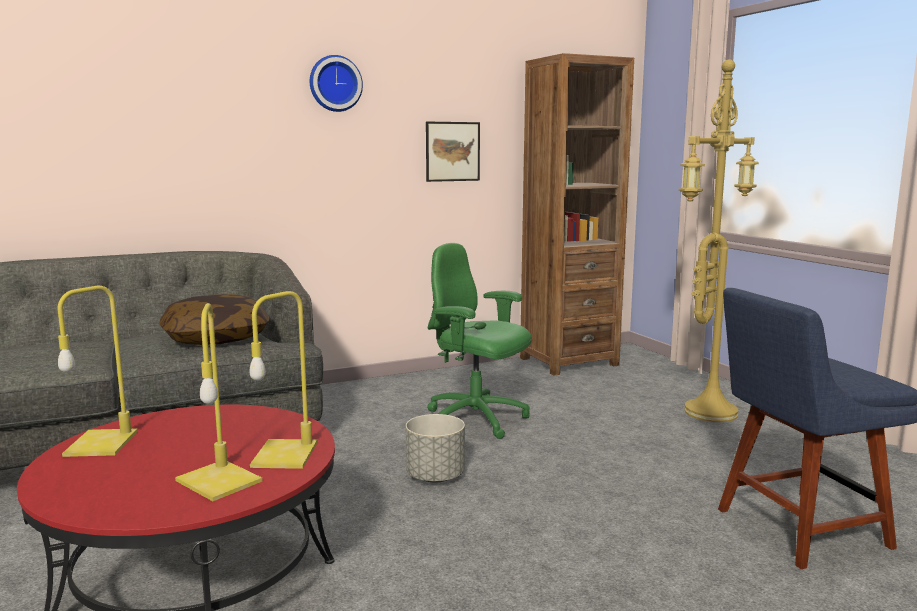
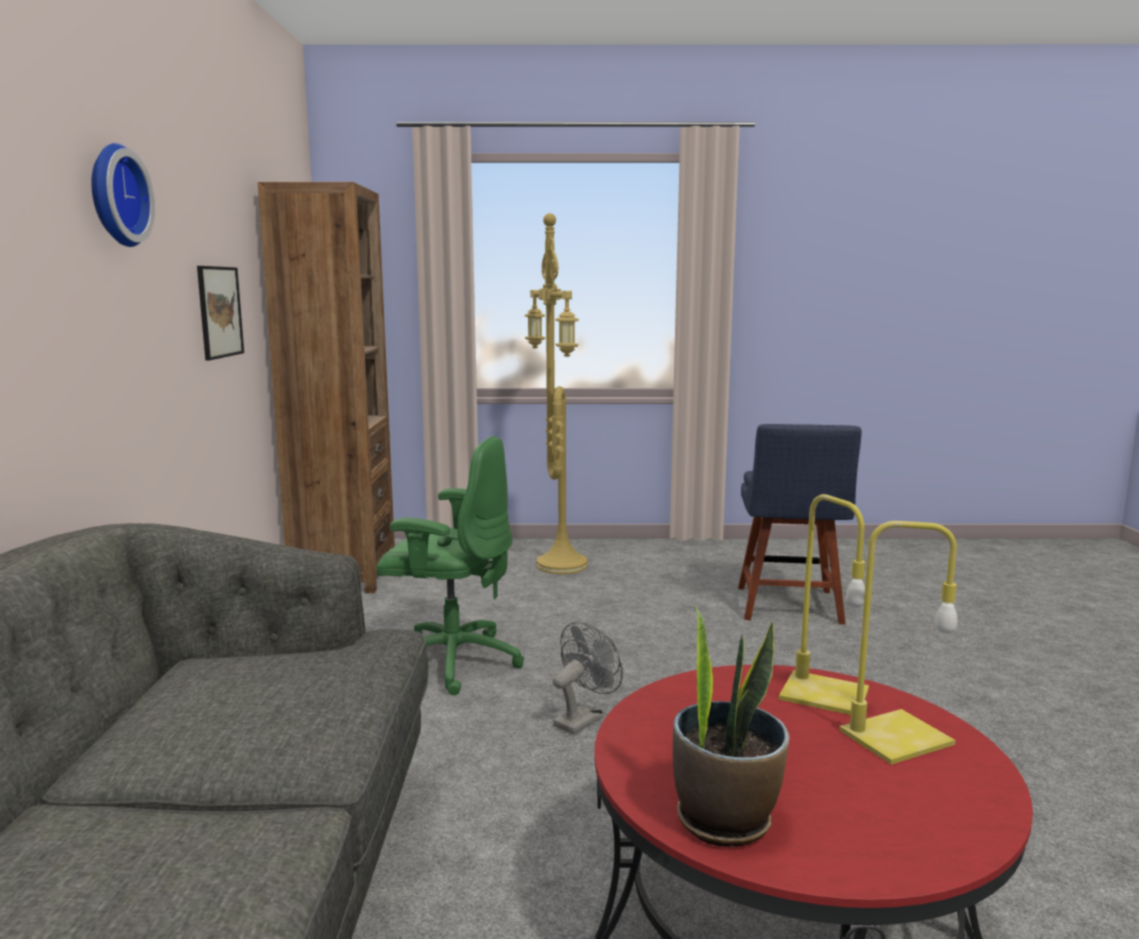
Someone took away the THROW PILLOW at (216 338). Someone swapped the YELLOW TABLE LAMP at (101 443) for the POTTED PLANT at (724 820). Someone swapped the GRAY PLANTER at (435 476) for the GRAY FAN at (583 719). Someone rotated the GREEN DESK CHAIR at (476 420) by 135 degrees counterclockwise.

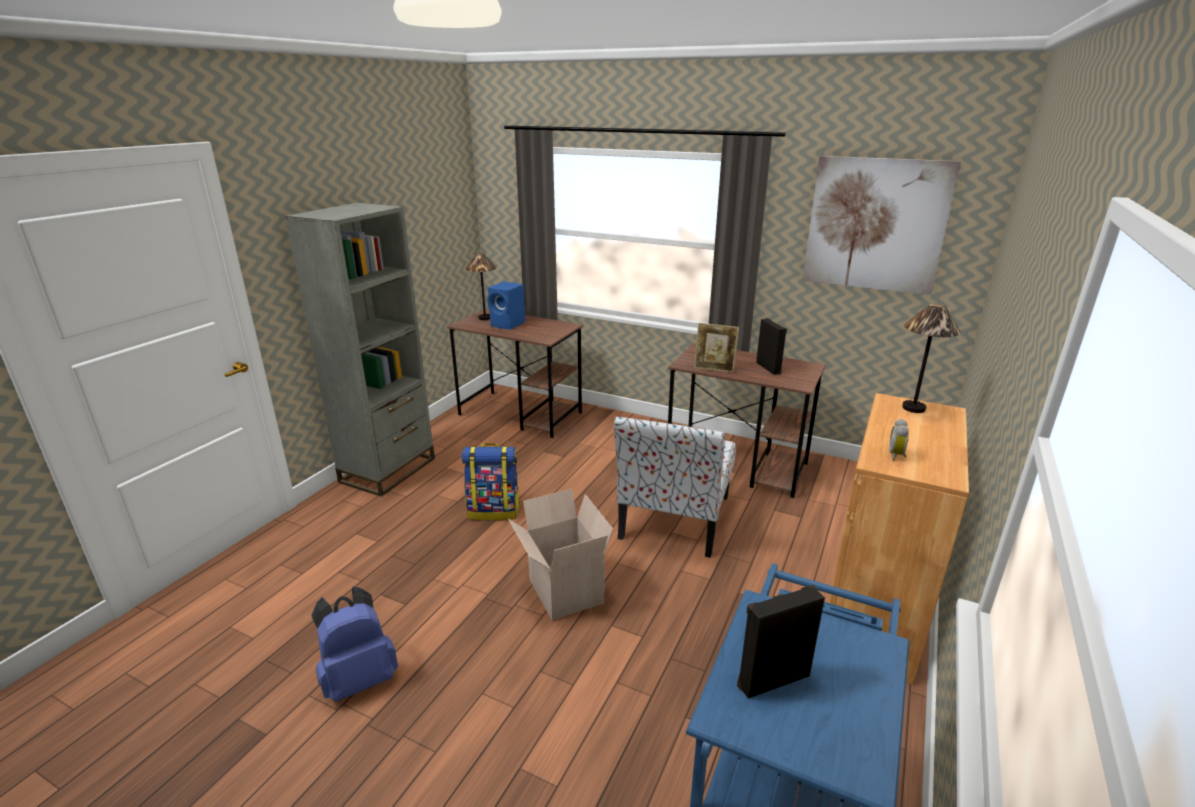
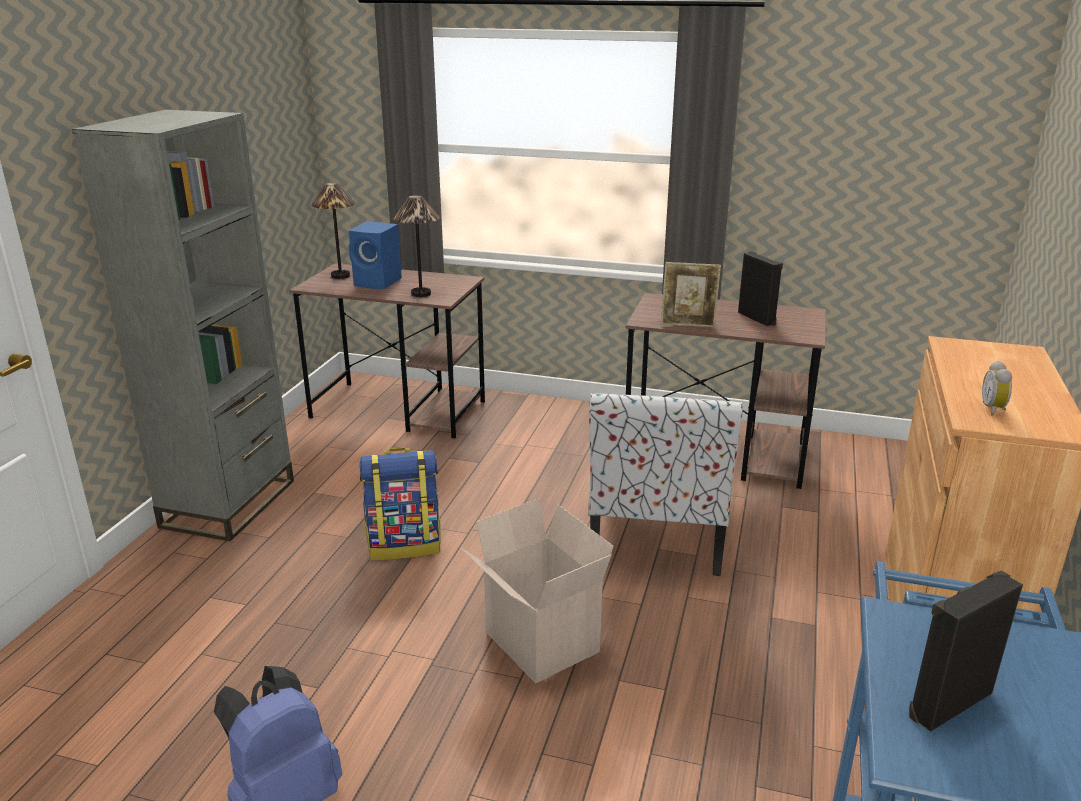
Someone took away the PICTURE at (875 225). Someone carried the TABLE LAMP from (913 408) to (420 293).

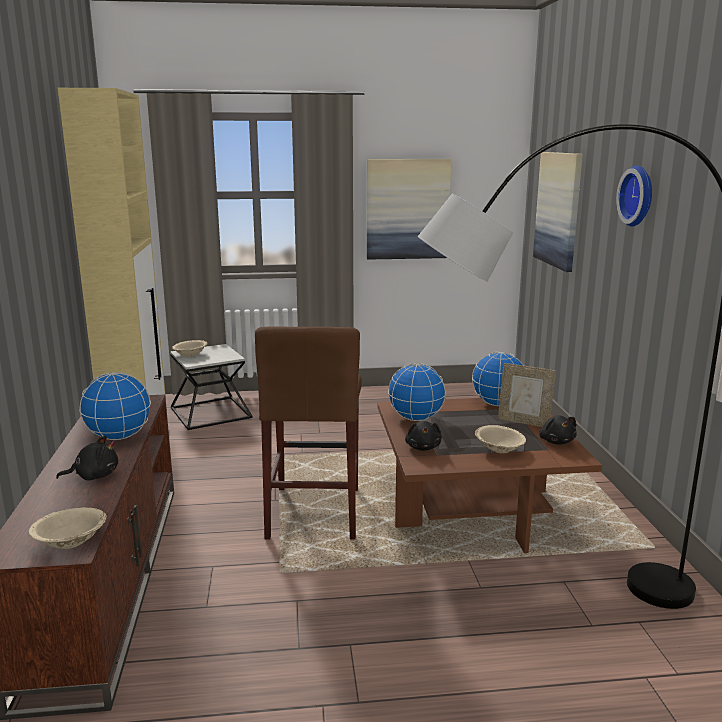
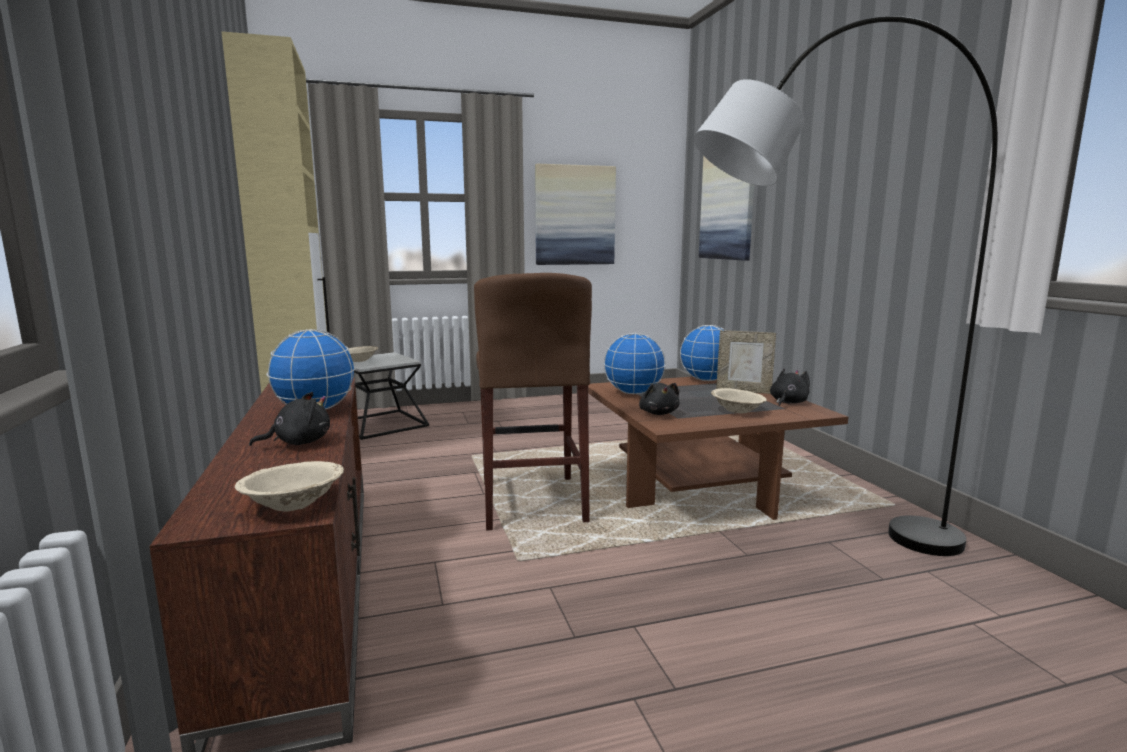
Someone took away the CLOCK ON THE WALL at (639 196). Someone rotated the BLACK-COLOURED PLUSH TOY at (556 441) by 120 degrees counterclockwise.

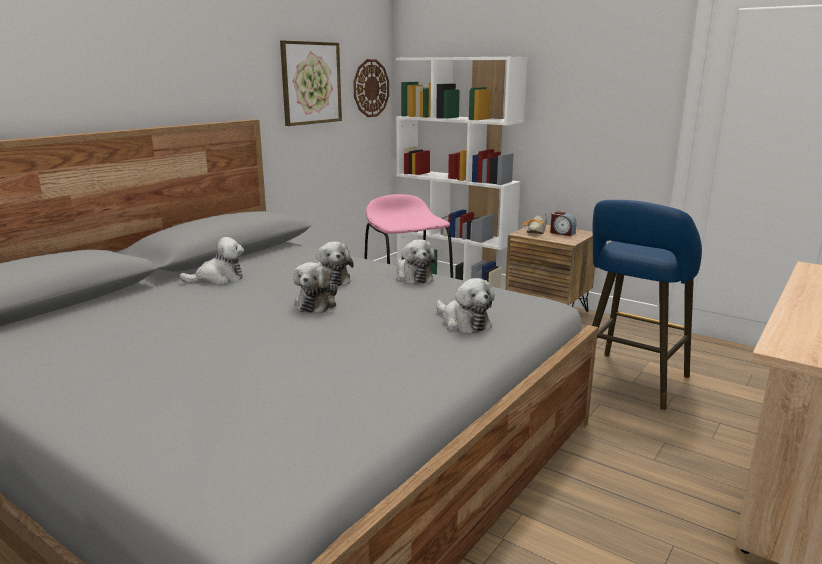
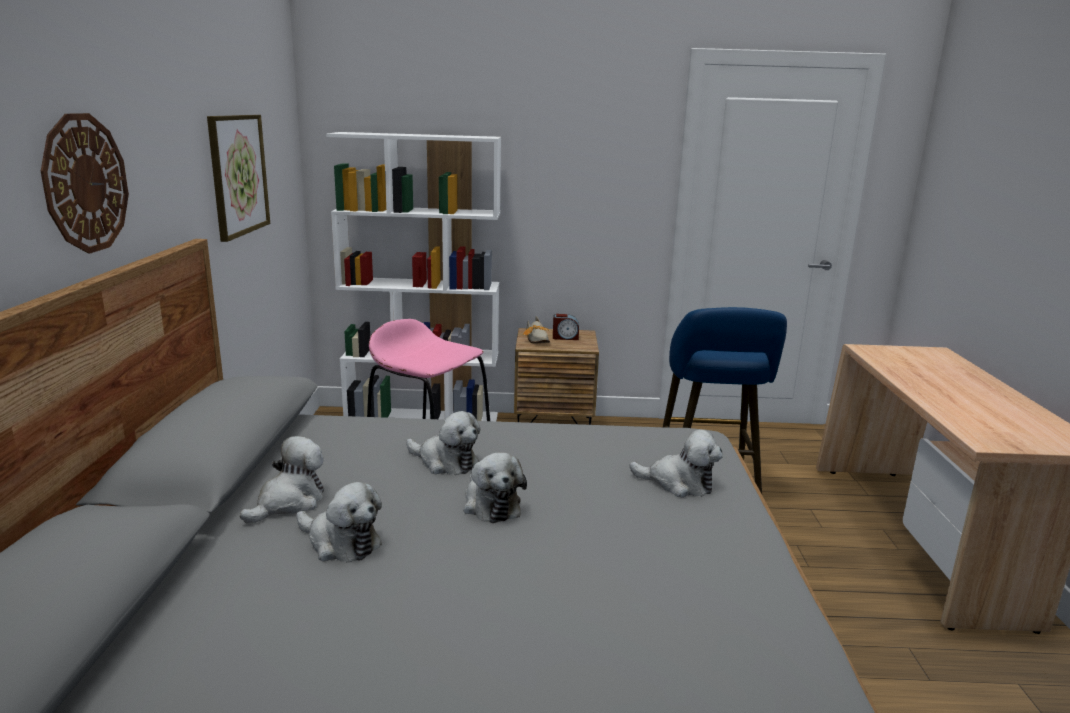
Someone carried the CLOCK ON THE WALL from (370 88) to (85 183). Someone carried the PLUSH TOY from (413 277) to (341 543).

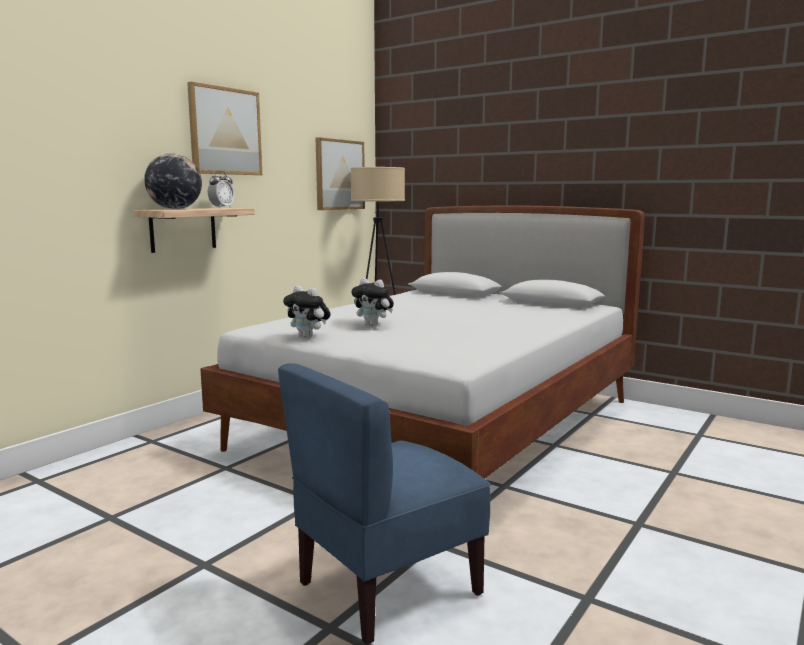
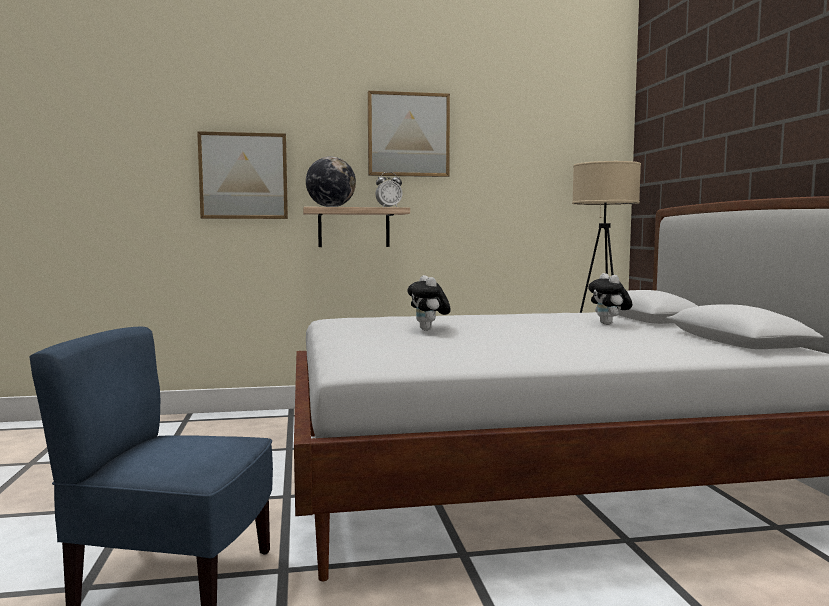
Someone carried the PLUSH TOY from (308 337) to (609 324). Someone carried the PICTURE from (339 175) to (243 176).

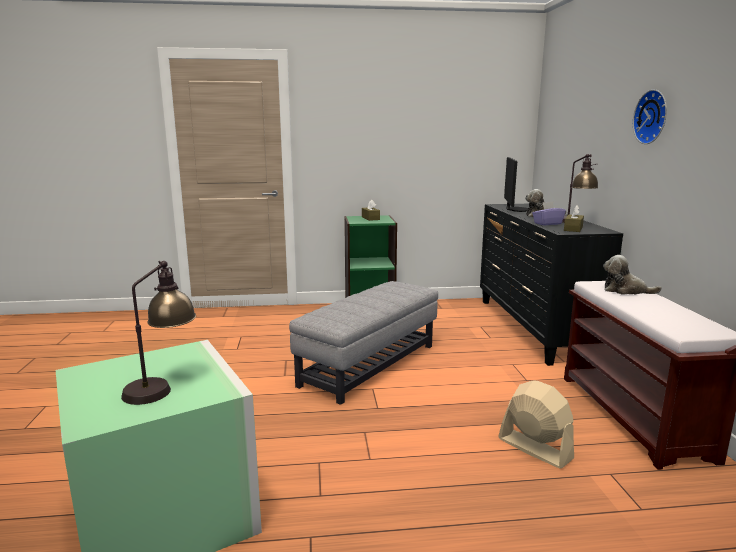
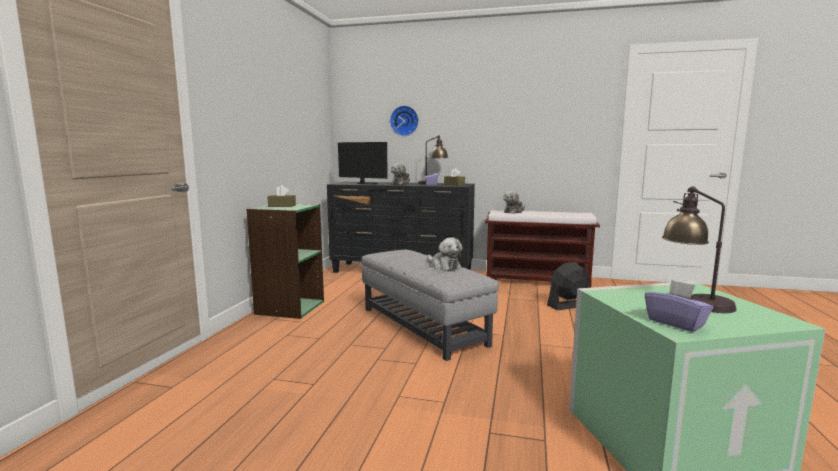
Someone put down the PLUSH TOY at (444 266). Someone put down the PURPLISH TISSUE BOX at (676 323). Someone carried the CLOCK ON THE WALL from (653 117) to (404 121). Someone repainted the BEIGE-COLOURED FAN at (534 448), which became the BLACK-COLOURED FAN at (569 305).

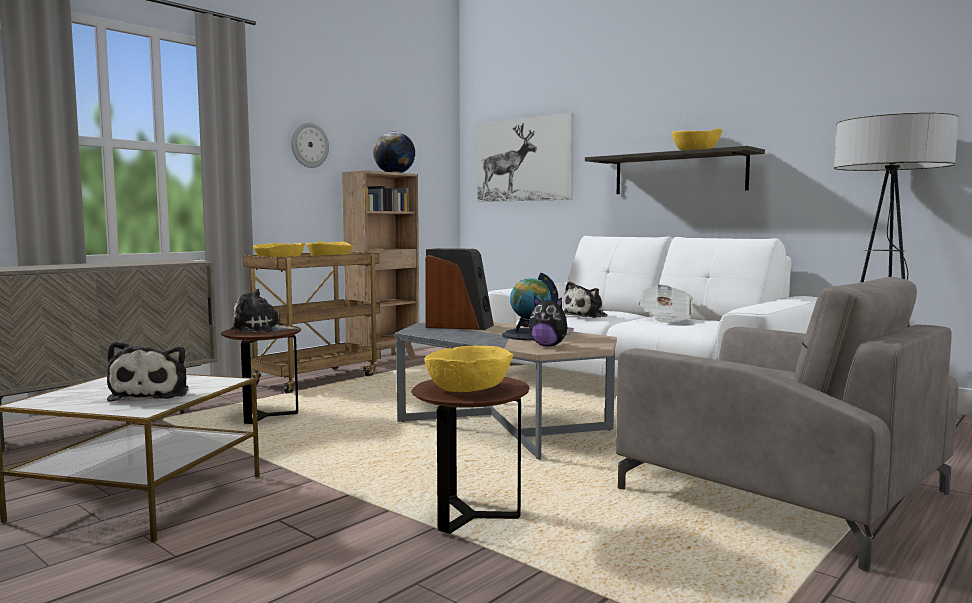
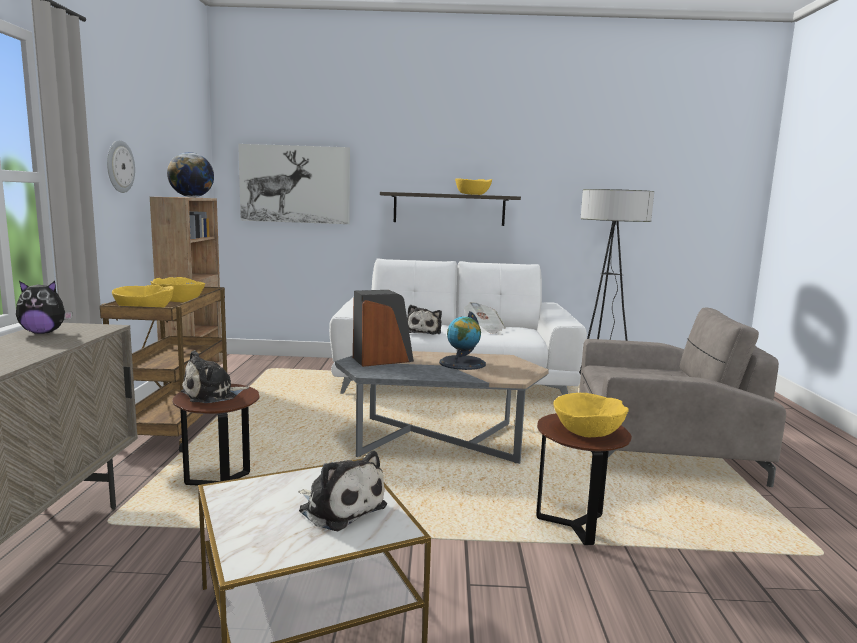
Someone carried the PLUSH TOY from (548 346) to (44 333).

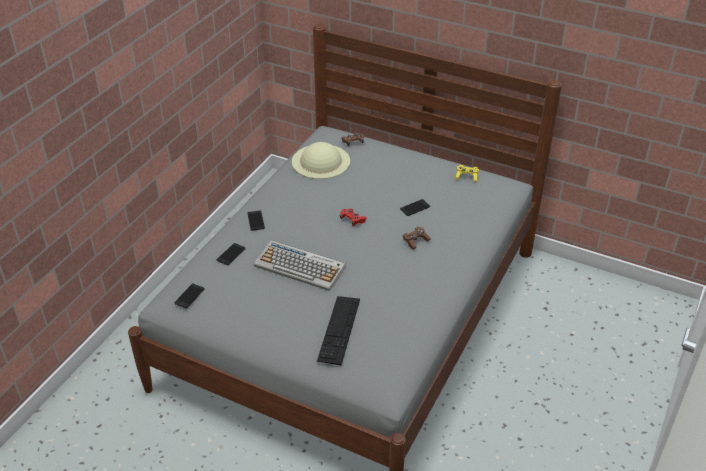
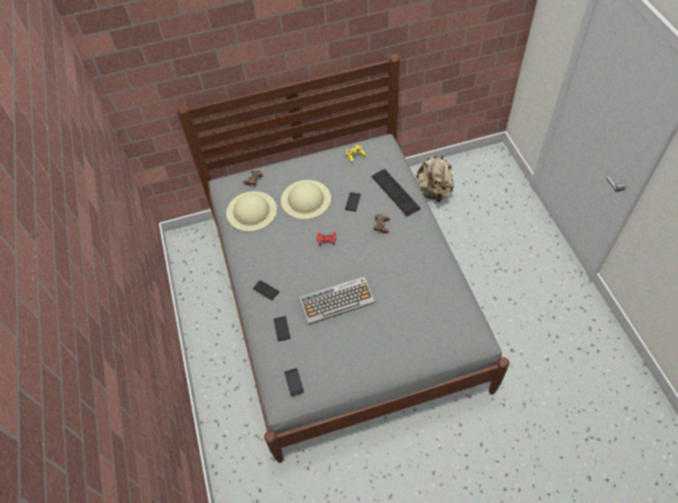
Someone put down the BEIGE-COLOURED CLOTHING HAT at (305 199). Someone put down the BEIGE-COLOURED BACKPACK at (433 192). Someone carried the PC KEYBOARD from (339 329) to (395 192).

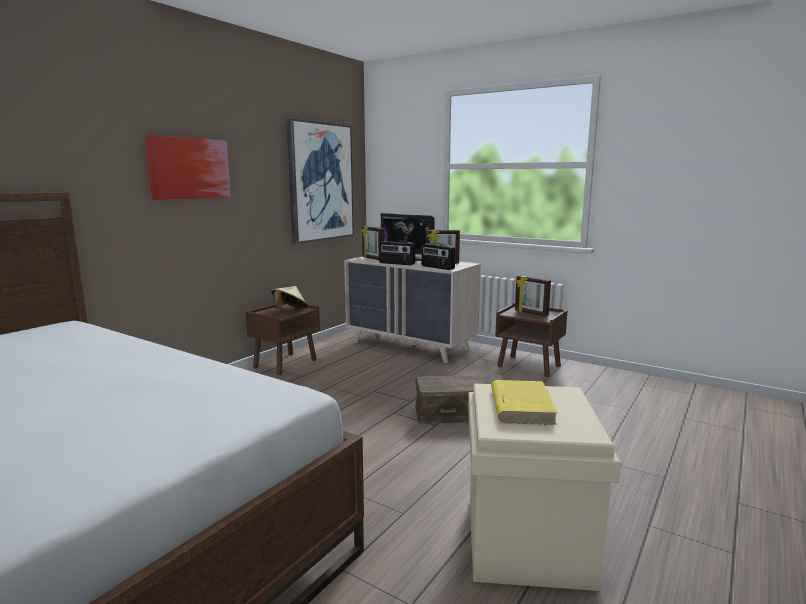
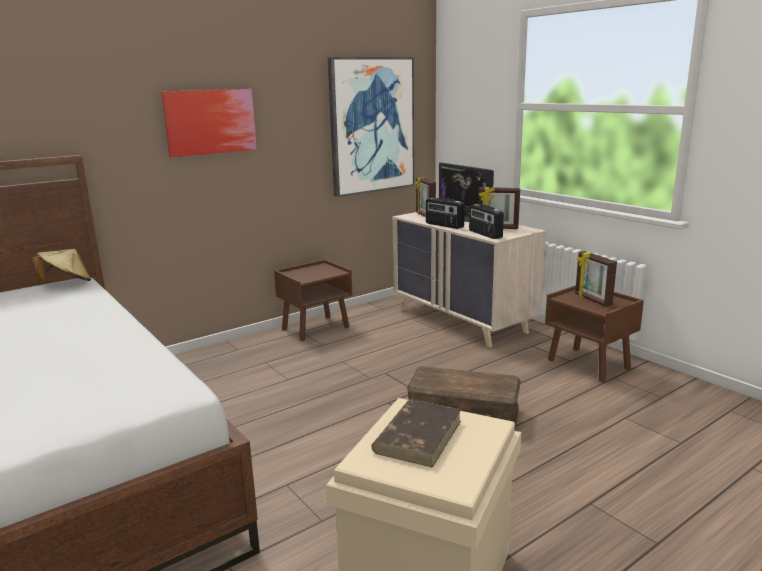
Someone carried the BEIGE-COLOURED CLOTHING HAT from (289 311) to (67 283). Someone repainted the YELLOW BOOK at (521 406), which became the BROWNISH BOOK at (418 436).

